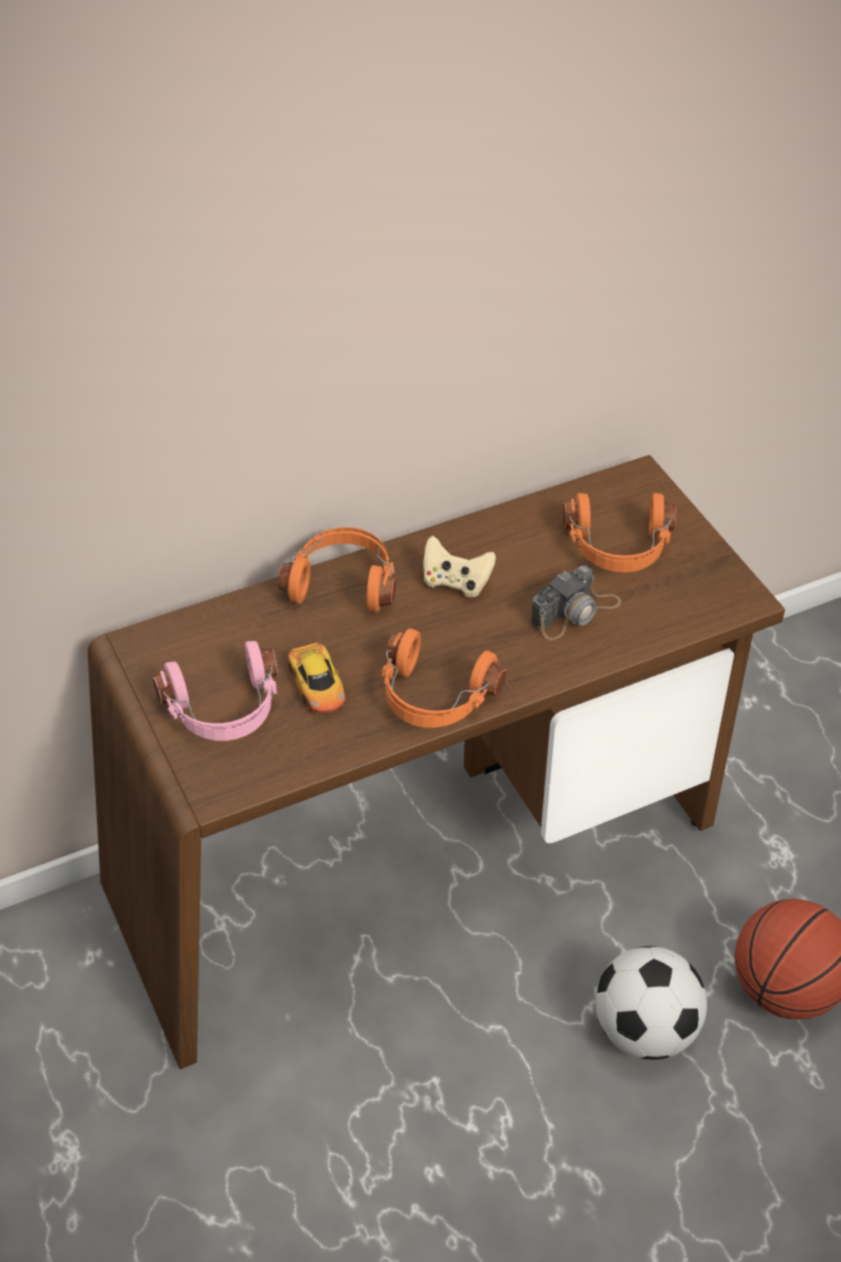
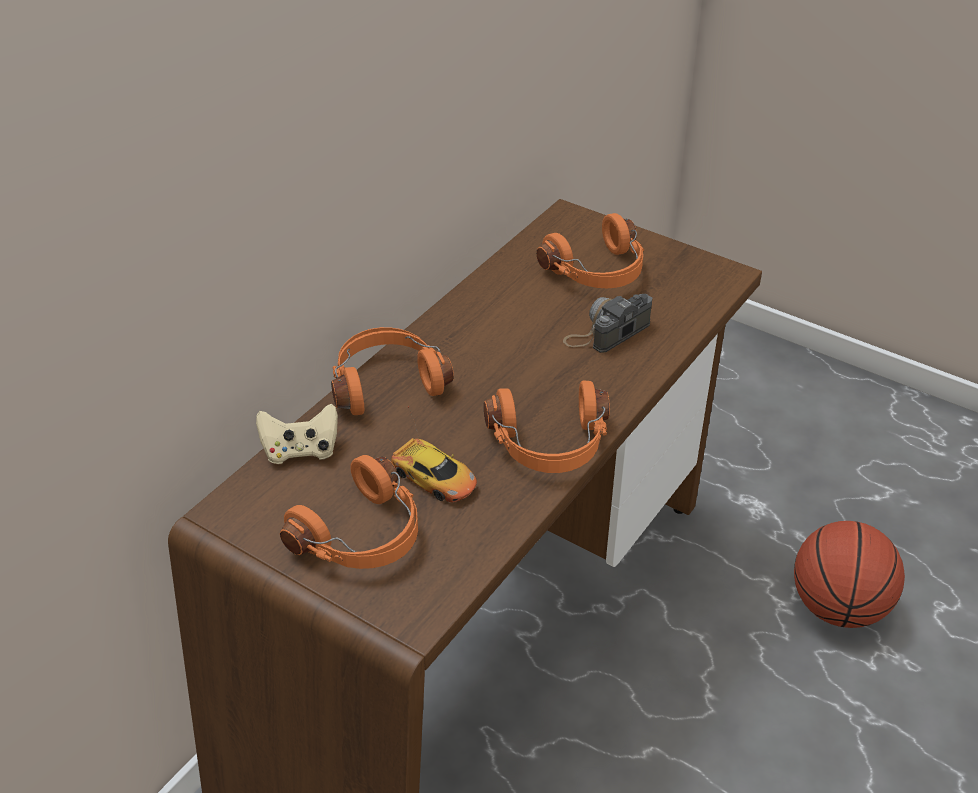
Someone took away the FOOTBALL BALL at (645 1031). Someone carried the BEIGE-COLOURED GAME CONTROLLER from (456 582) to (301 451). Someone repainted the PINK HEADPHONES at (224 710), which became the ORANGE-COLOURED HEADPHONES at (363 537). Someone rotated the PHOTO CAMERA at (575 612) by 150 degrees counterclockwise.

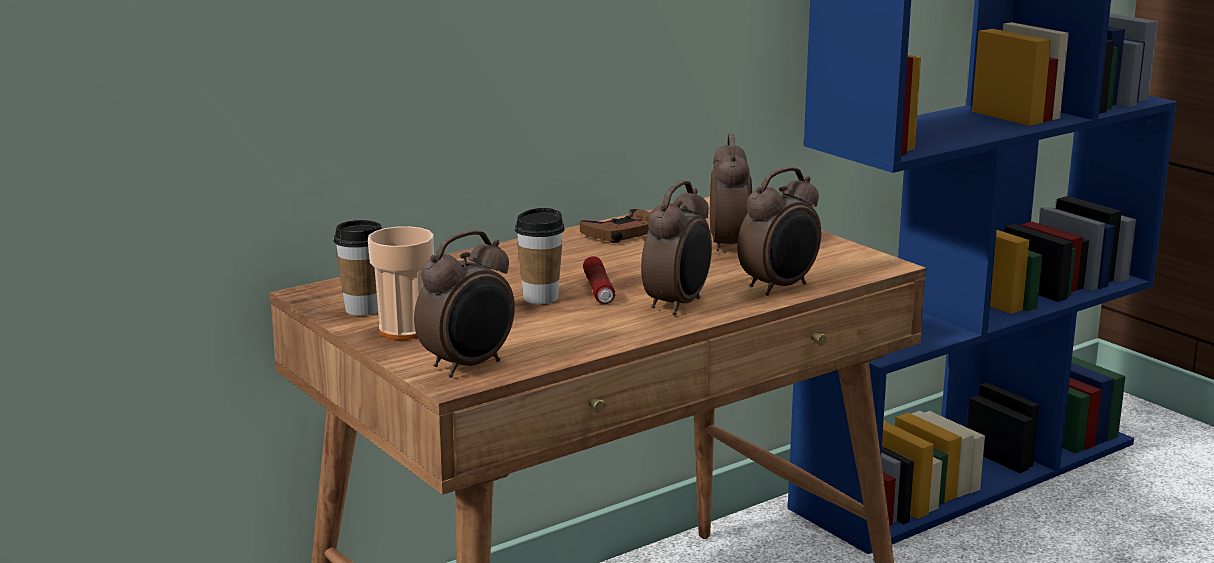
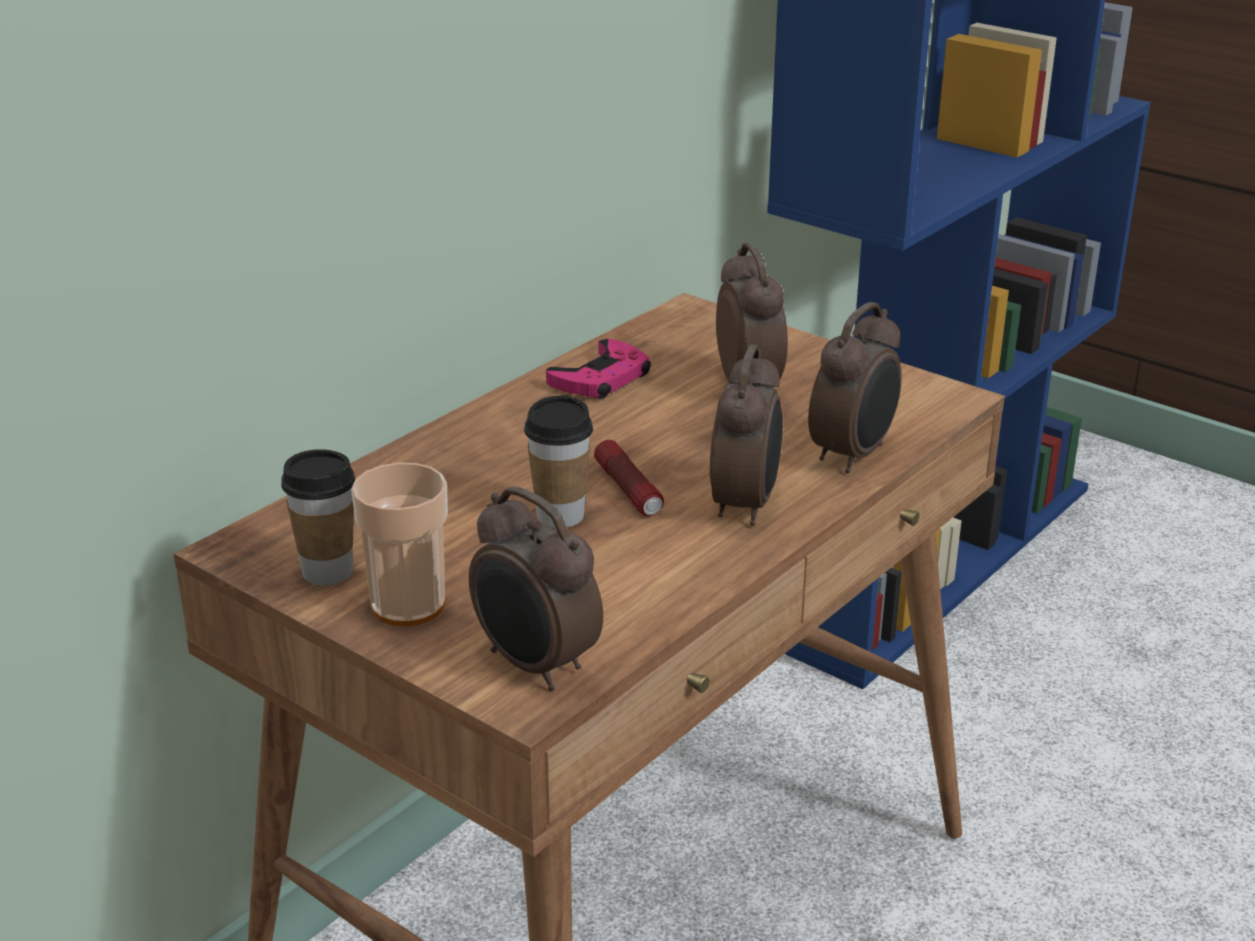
Someone repainted the BROWNISH GAME CONTROLLER at (622 233), which became the PINK GAME CONTROLLER at (601 379). Someone rotated the TABLE CLOCK at (469 366) by 105 degrees clockwise.

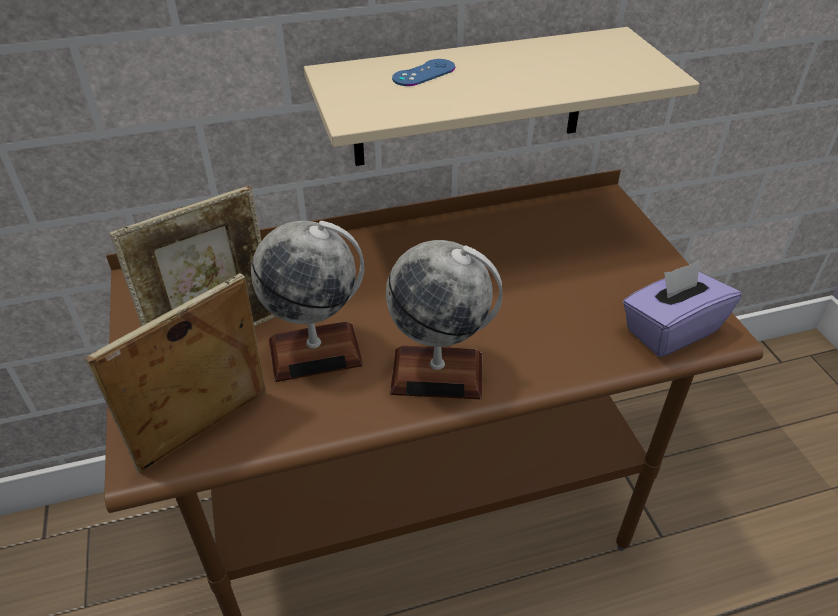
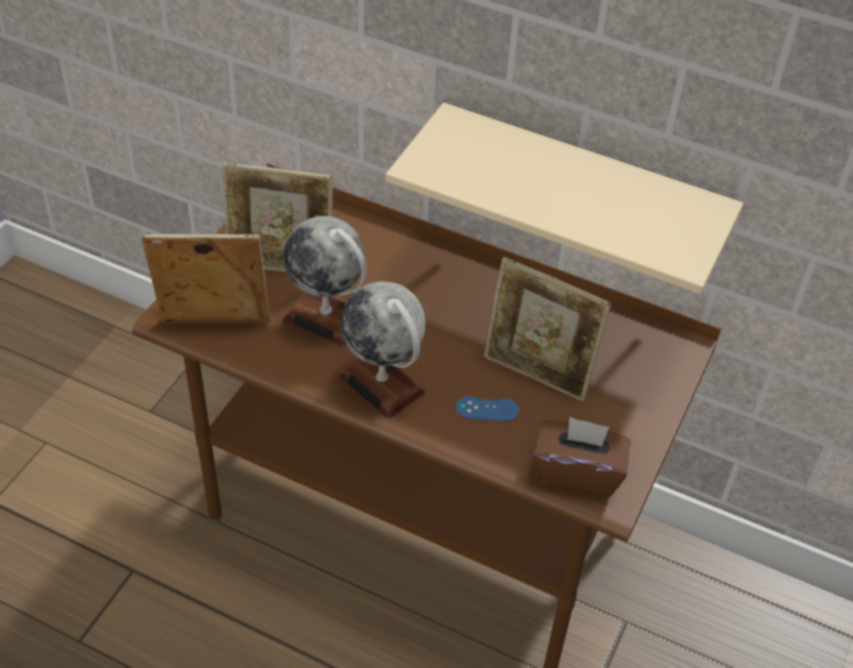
Someone put down the PICTURE FRAME at (537 375). Someone carried the BLUISH GAME CONTROLLER from (424 73) to (487 409). Someone repainted the PURPLISH TISSUE BOX at (670 330), which became the BROWNISH TISSUE BOX at (577 472).

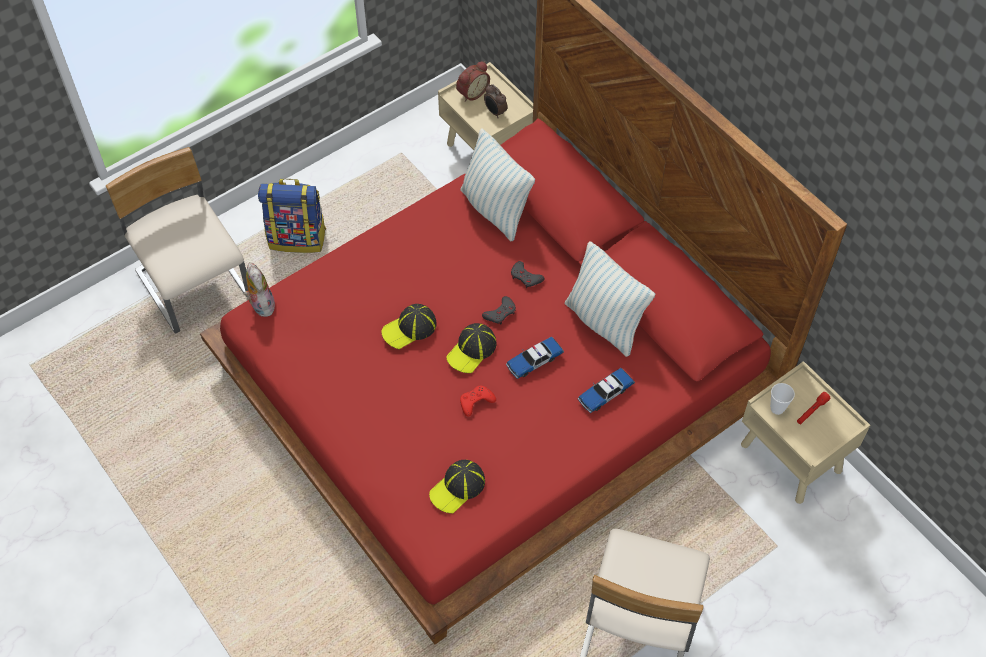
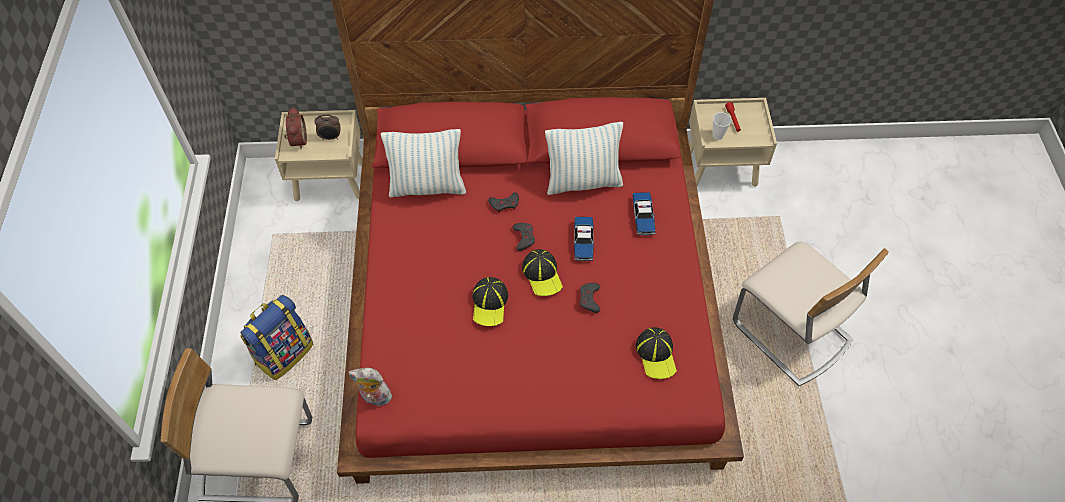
Someone repainted the RED GAME CONTROLLER at (476 402), which became the GRAY GAME CONTROLLER at (589 299).

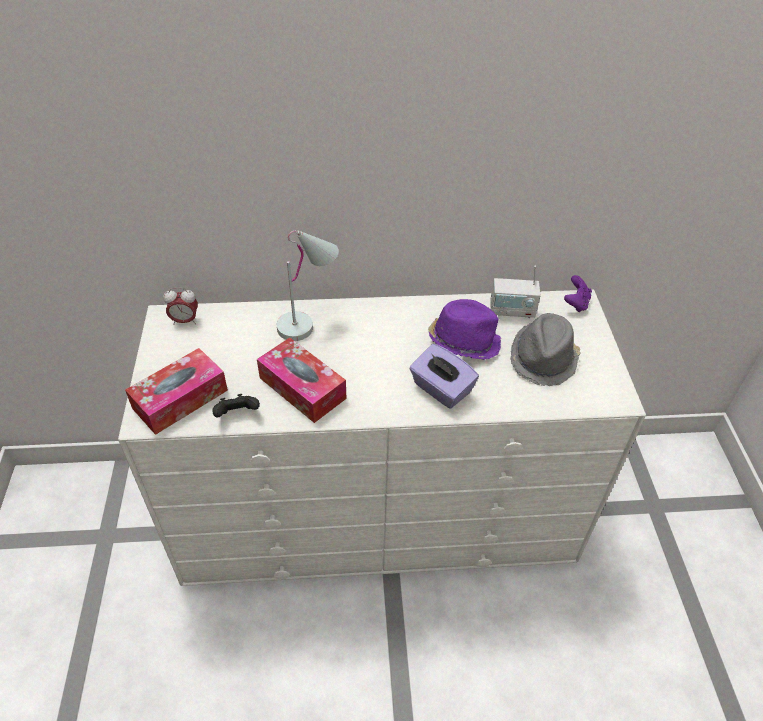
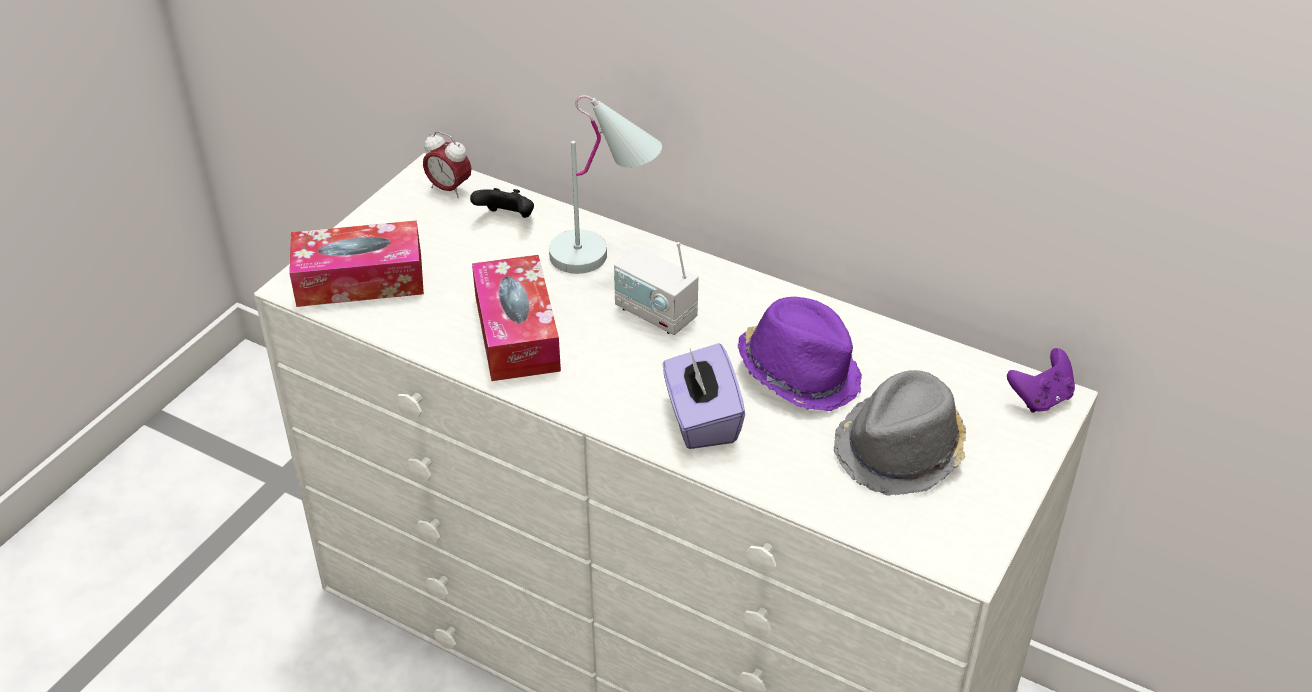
Someone carried the BLACK-COLOURED GAME CONTROLLER from (237 414) to (507 219). Someone carried the RADIO SET from (512 311) to (655 314).

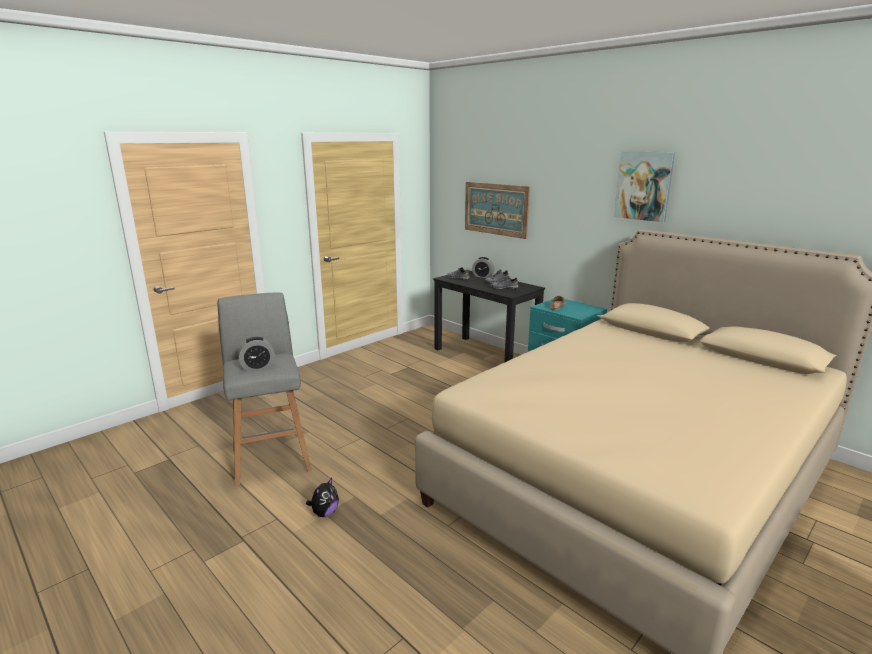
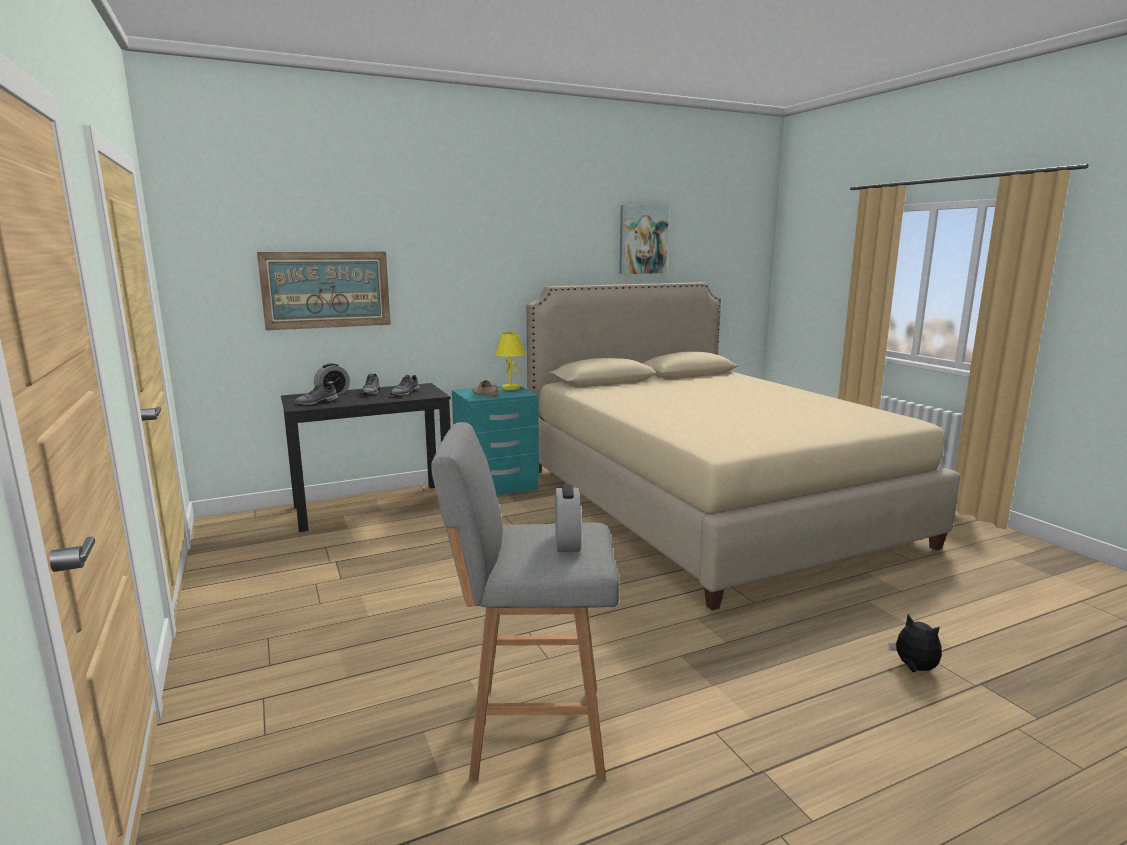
Someone put down the YELLOW TABLE LAMP at (510 388). Someone carried the PLUSH TOY from (324 513) to (914 668). Someone carried the PICTURE from (644 186) to (642 240).

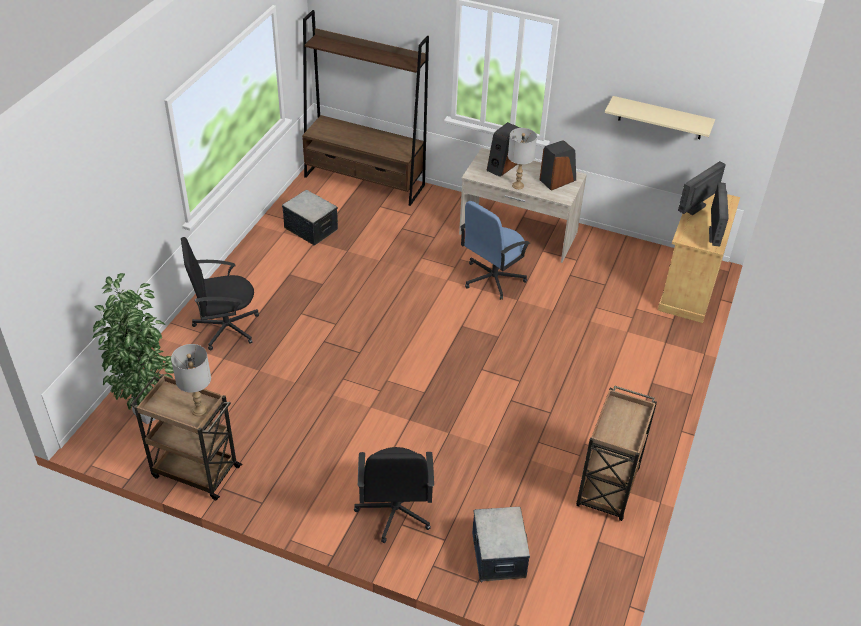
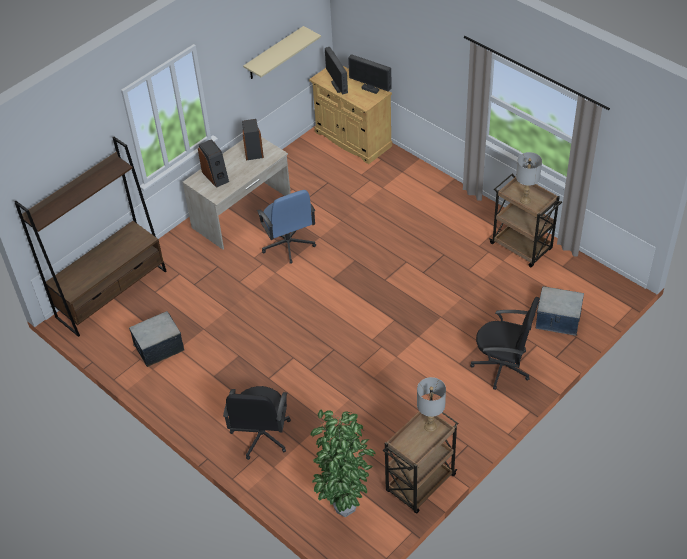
Someone carried the GRAY TABLE LAMP from (518 185) to (525 200).

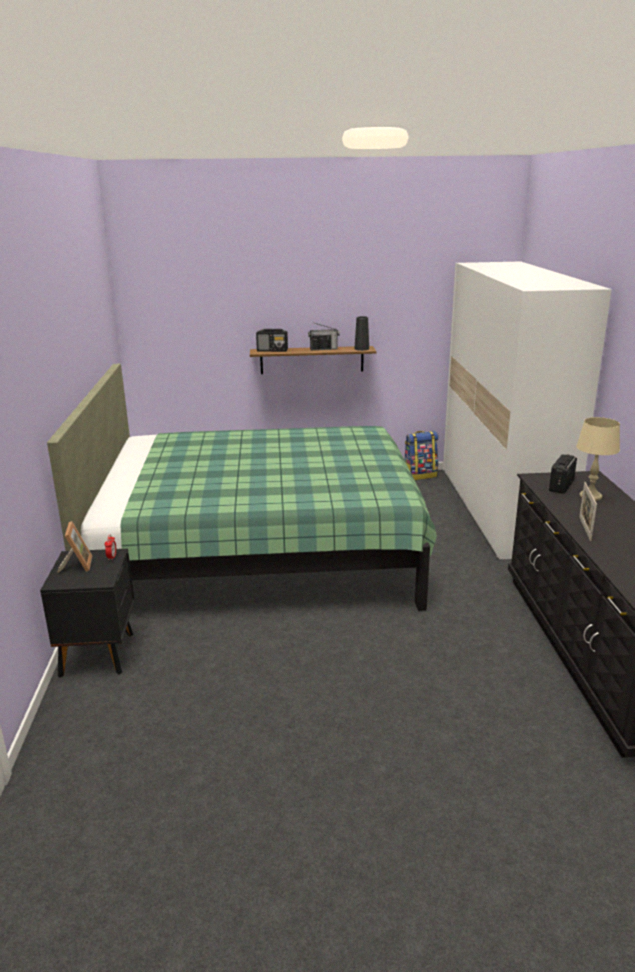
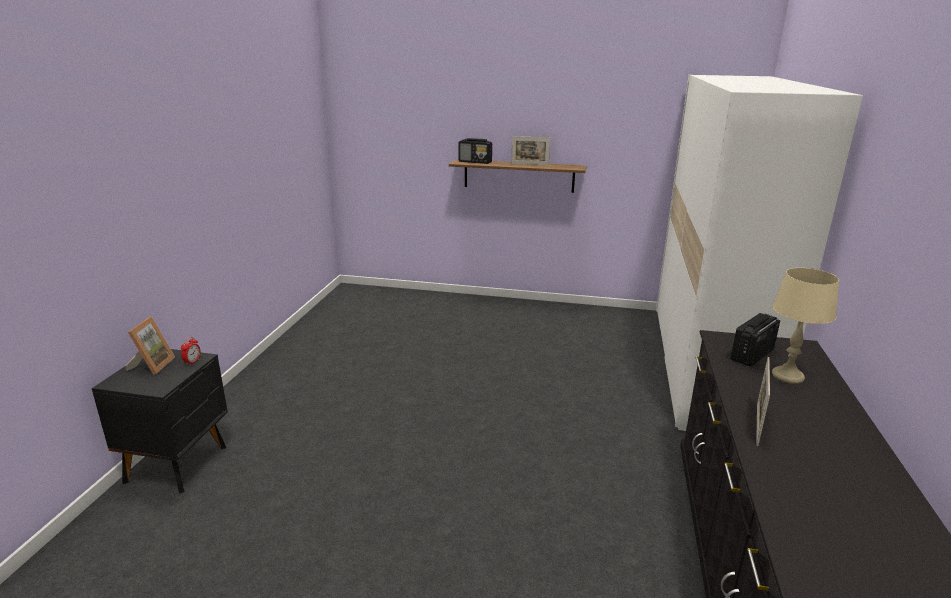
Someone took away the GREEN BEDROOM BED at (258 549). Someone took away the BLACK-COLOURED FLOWER VASE at (361 349). Someone took away the BACKPACK at (420 475). Someone swapped the RADIO SET at (323 349) for the PICTURE FRAME at (530 164).

